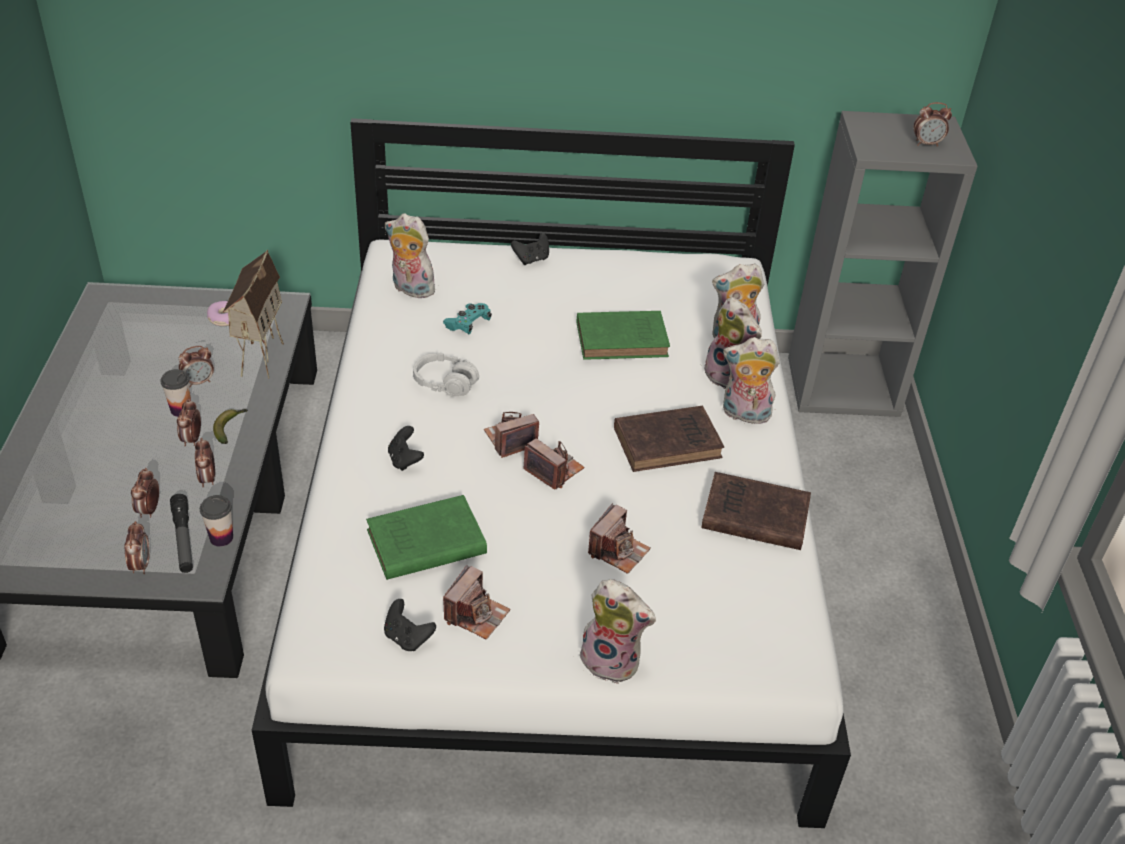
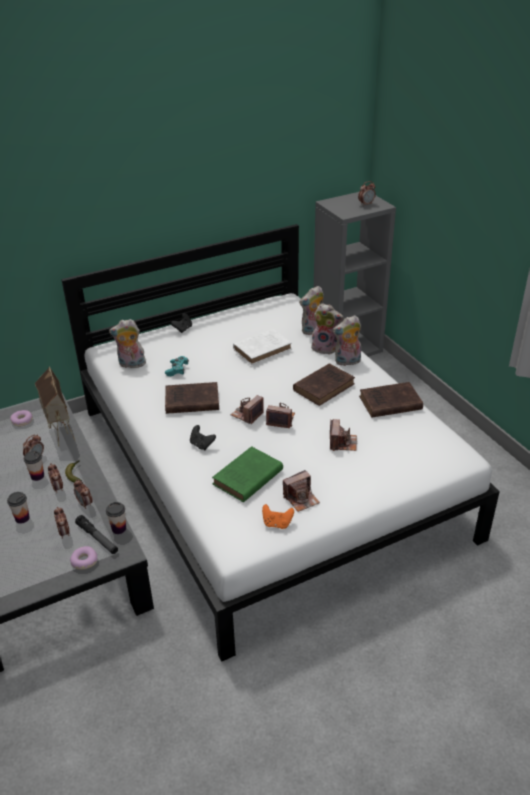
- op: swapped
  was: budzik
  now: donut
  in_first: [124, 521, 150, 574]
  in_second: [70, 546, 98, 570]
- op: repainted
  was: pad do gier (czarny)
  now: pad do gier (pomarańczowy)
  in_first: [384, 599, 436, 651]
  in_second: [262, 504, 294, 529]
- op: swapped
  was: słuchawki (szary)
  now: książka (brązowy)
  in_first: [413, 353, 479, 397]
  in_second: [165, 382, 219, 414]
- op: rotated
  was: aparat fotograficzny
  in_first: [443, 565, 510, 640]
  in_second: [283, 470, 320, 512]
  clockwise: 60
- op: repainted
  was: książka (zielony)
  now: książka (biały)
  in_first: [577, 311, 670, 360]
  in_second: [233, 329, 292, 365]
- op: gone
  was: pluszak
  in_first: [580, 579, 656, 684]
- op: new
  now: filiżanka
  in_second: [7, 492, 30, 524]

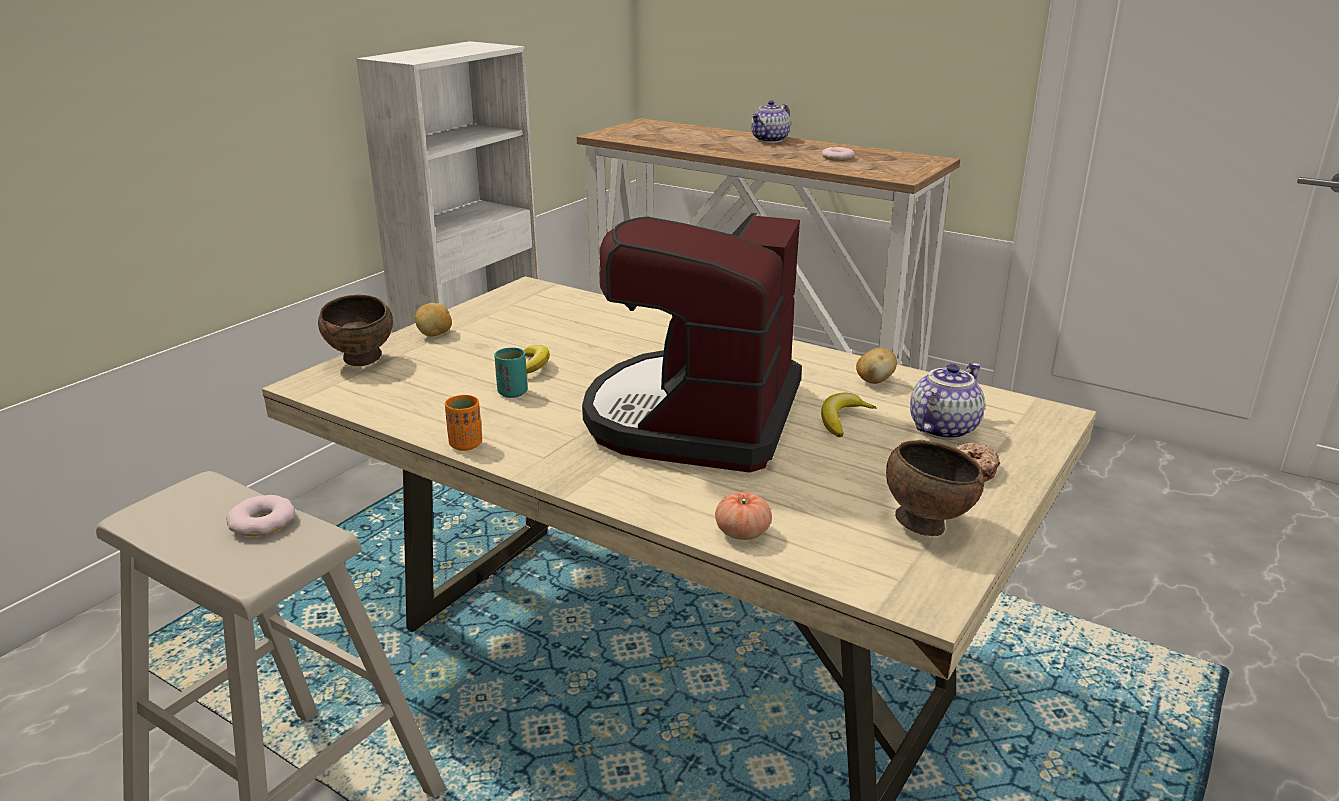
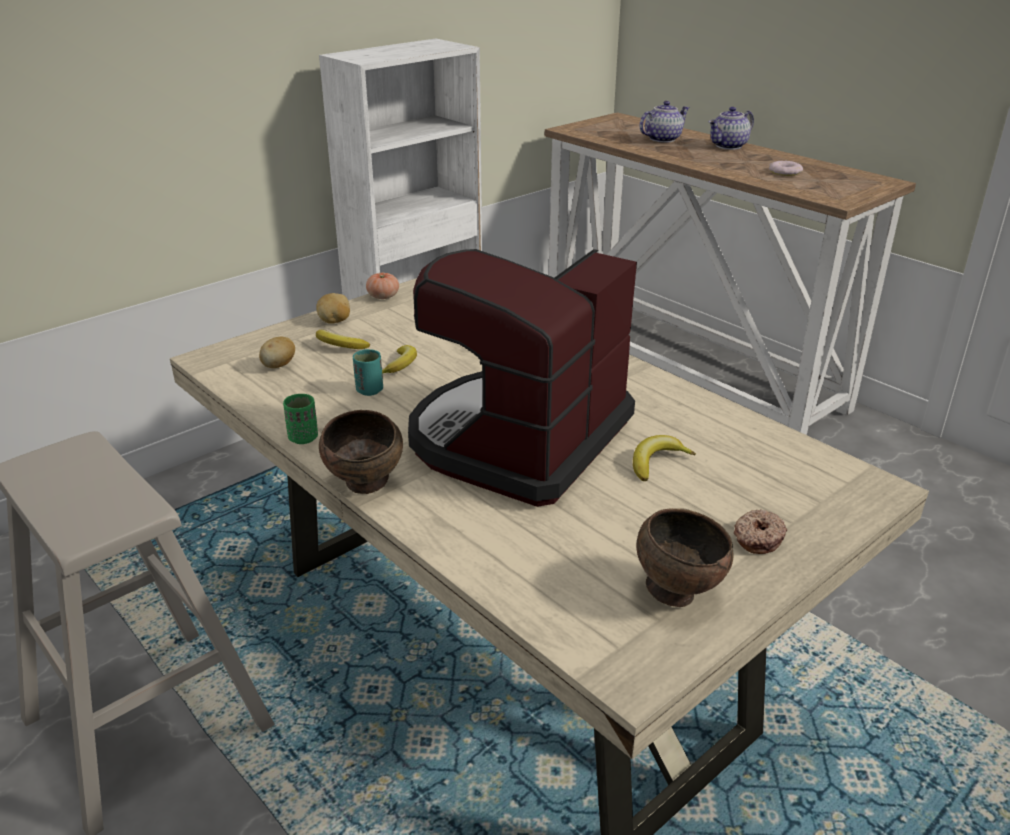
- op: gone
  was: donut
  in_first: [226, 495, 295, 536]
- op: shifted
  was: miska (brązowy)
  in_first: [318, 295, 393, 366]
  in_second: [319, 410, 403, 494]
- op: repainted
  was: filiżanka (pomarańczowy)
  now: filiżanka (zielony)
  in_first: [445, 395, 482, 451]
  in_second: [283, 394, 318, 444]
- op: shifted
  was: pomidor
  in_first: [715, 492, 772, 540]
  in_second: [366, 273, 399, 299]
- op: shifted
  was: ziemniak
  in_first: [856, 348, 897, 384]
  in_second: [259, 337, 295, 368]
- op: shifted
  was: imbryk
  in_first: [910, 363, 985, 439]
  in_second: [640, 101, 690, 143]
- op: new
  now: banan
  in_second: [316, 330, 370, 349]

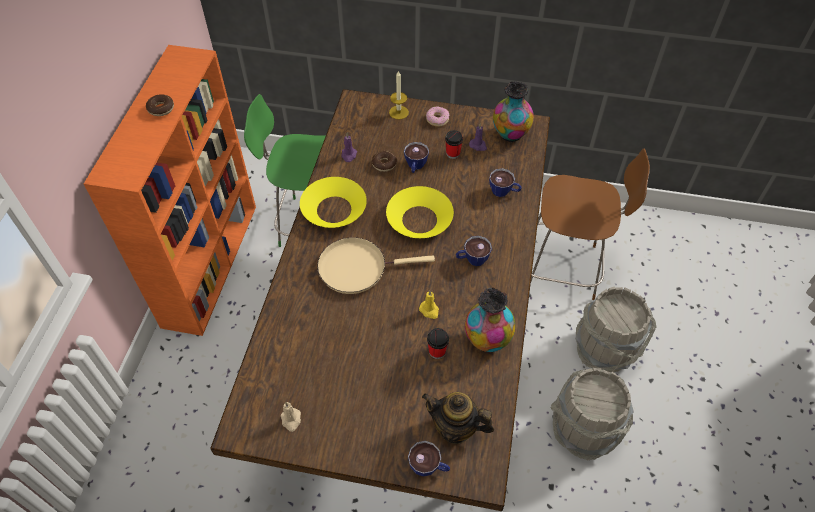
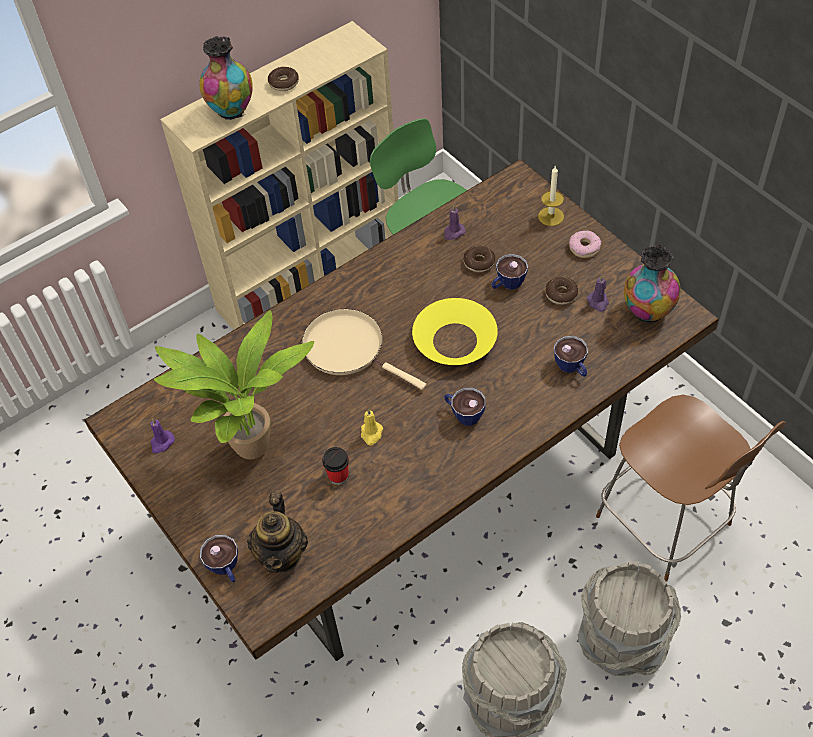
- op: repainted
  was: regał (pomarańczowy)
  now: regał (beżowy)
  in_first: [84, 45, 256, 336]
  in_second: [160, 21, 399, 330]
- op: repainted
  was: świeca (beżowy)
  now: świeca (fioletowy)
  in_first: [281, 402, 301, 432]
  in_second: [150, 418, 175, 453]
- op: gone
  was: miska (żółty)
  in_first: [300, 177, 367, 228]
- op: rotated
  was: imbryk
  in_first: [422, 392, 494, 444]
  in_second: [247, 492, 308, 573]
  clockwise: -150
- op: swapped
  was: filiżanka
  now: donut
  in_first: [445, 130, 463, 159]
  in_second: [545, 277, 578, 305]
- op: shifted
  was: wazon
  in_first: [465, 288, 515, 352]
  in_second: [199, 36, 253, 120]
- op: new
  now: roślina doniczkowa
  in_second: [154, 310, 314, 459]

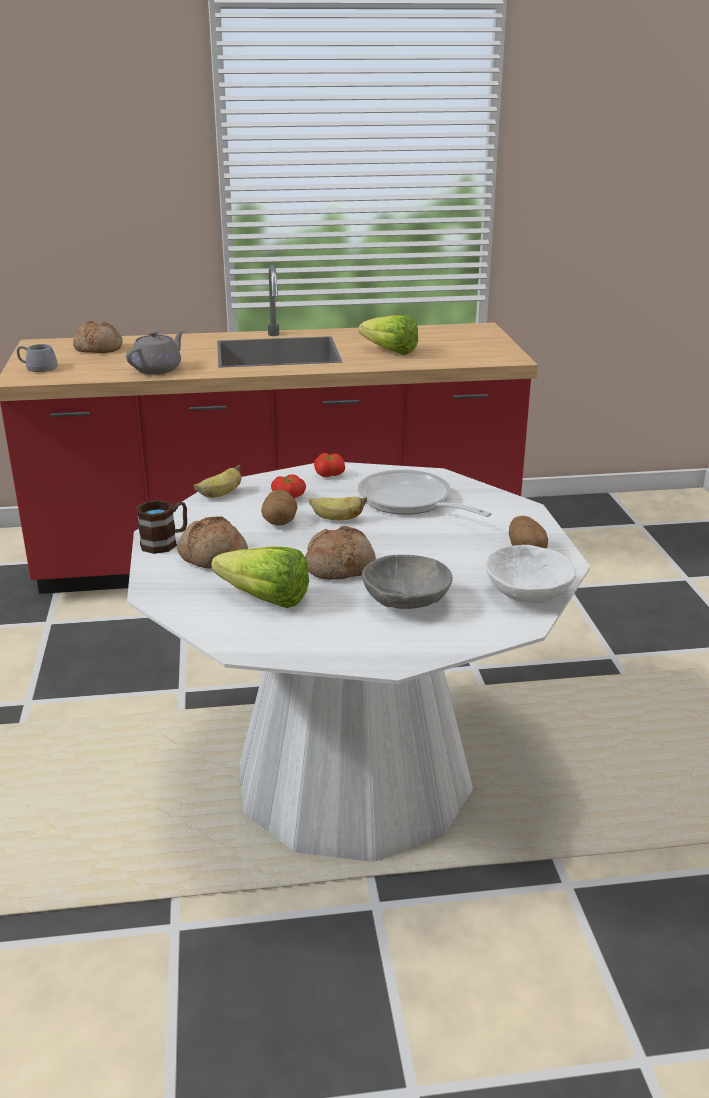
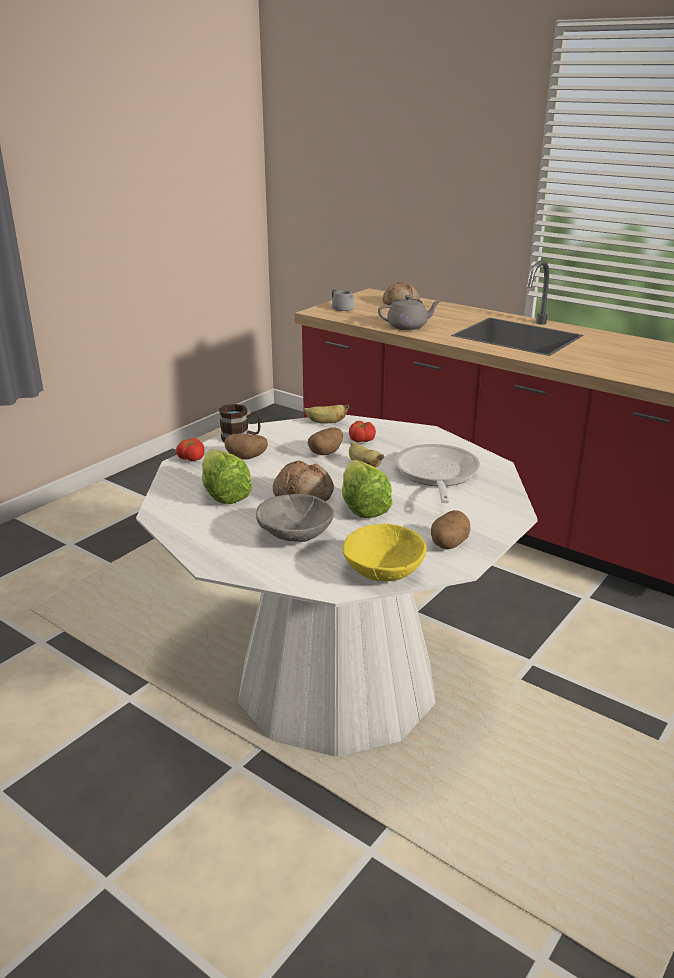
- op: swapped
  was: chleb
  now: ziemniak
  in_first: [177, 516, 248, 569]
  in_second: [224, 434, 268, 459]
- op: shifted
  was: pomidor
  in_first: [314, 453, 345, 477]
  in_second: [176, 438, 204, 461]
- op: shifted
  was: sałata
  in_first: [359, 315, 418, 355]
  in_second: [342, 460, 393, 518]
- op: repainted
  was: miska (biały)
  now: miska (żółty)
  in_first: [485, 545, 576, 603]
  in_second: [343, 524, 427, 581]

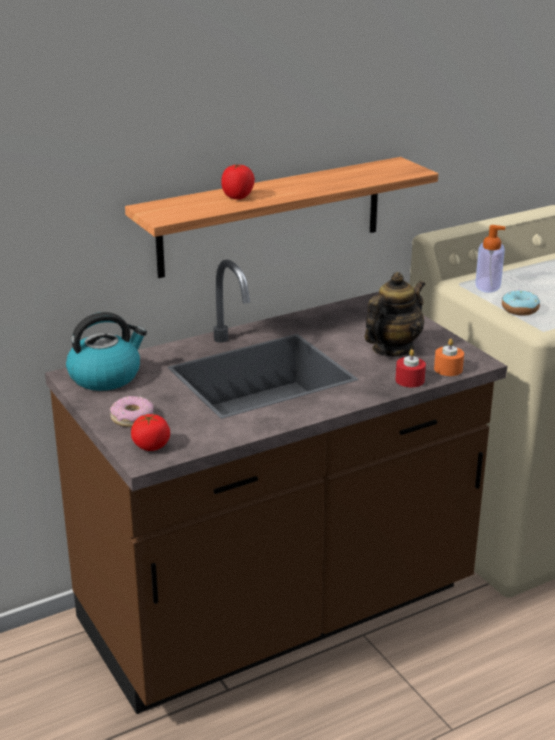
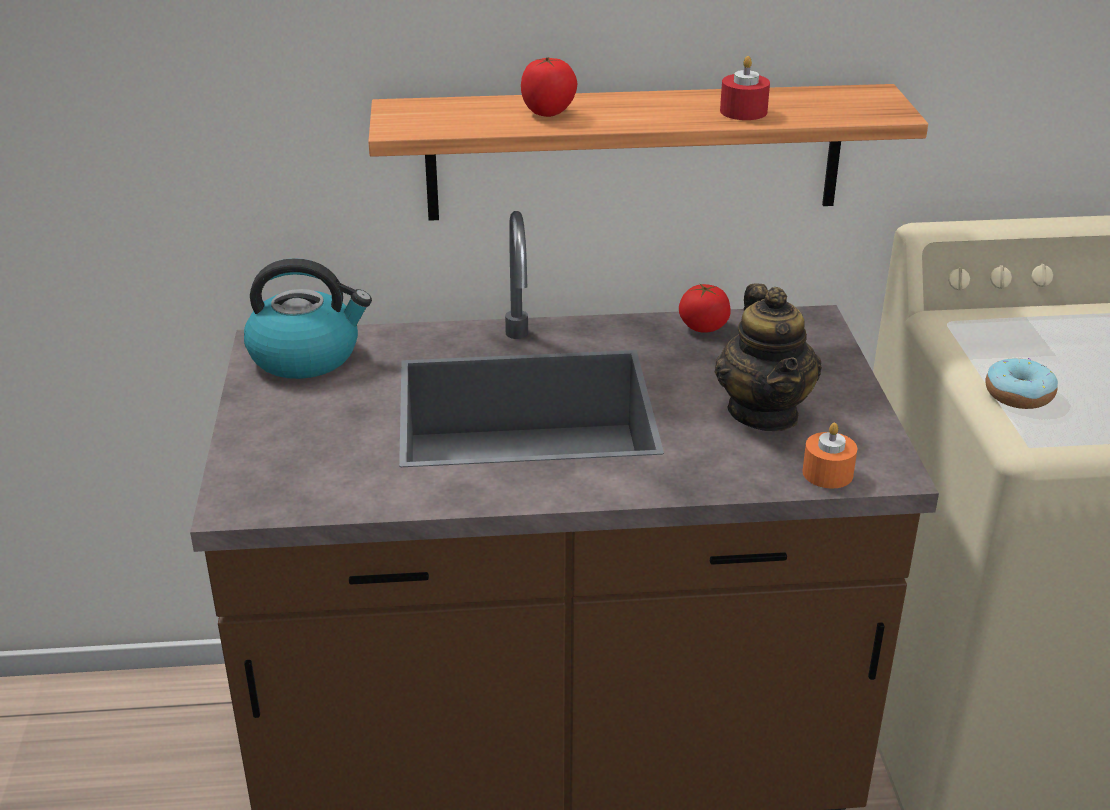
- op: gone
  was: donut
  in_first: [110, 396, 154, 427]
- op: shifted
  was: pomidor
  in_first: [131, 414, 170, 451]
  in_second: [679, 283, 730, 333]
- op: rotated
  was: imbryk
  in_first: [364, 272, 425, 356]
  in_second: [715, 284, 822, 431]
  clockwise: 105
- op: shifted
  was: świeca (czerwony)
  in_first: [395, 349, 426, 387]
  in_second: [720, 56, 770, 120]
- op: gone
  was: dozownik mydła
  in_first: [475, 225, 505, 293]

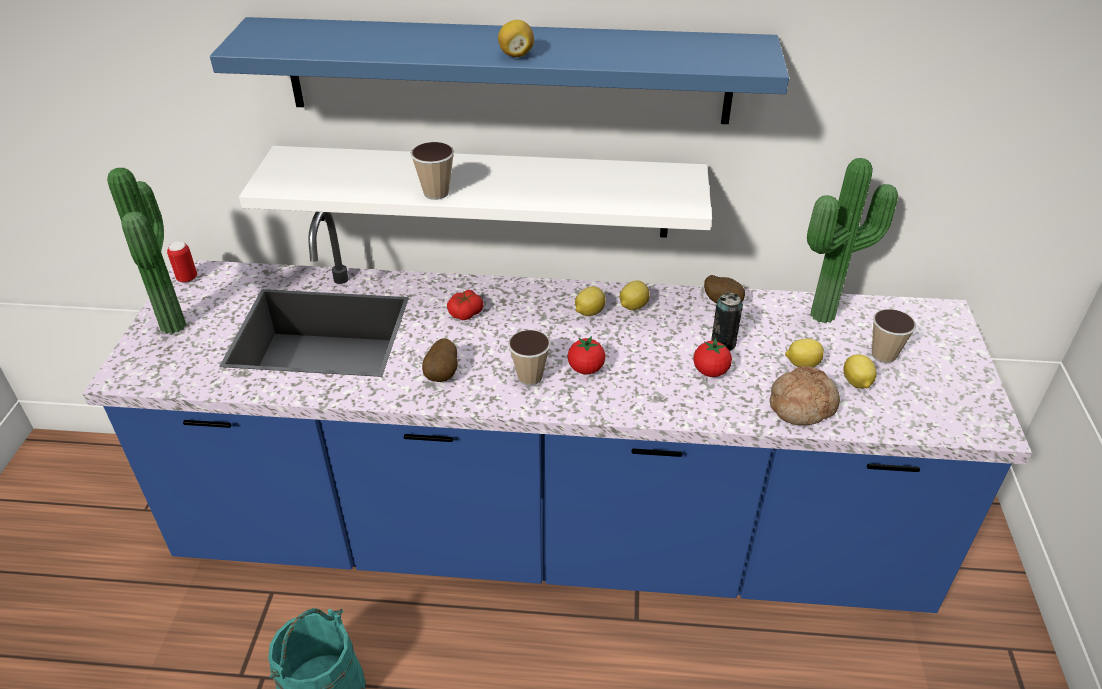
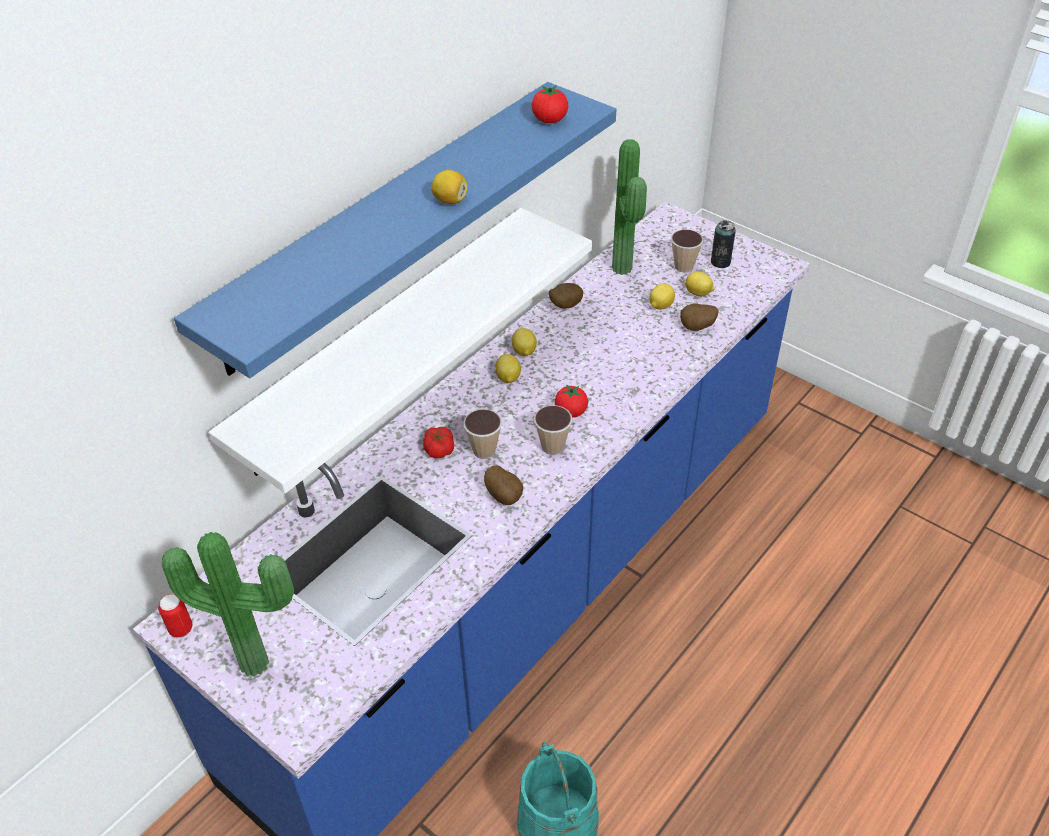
- op: shifted
  was: filiżanka
  in_first: [410, 142, 454, 200]
  in_second: [464, 409, 502, 459]
- op: shifted
  was: pomidor
  in_first: [693, 338, 732, 377]
  in_second: [532, 85, 568, 123]
- op: shifted
  was: puszka
  in_first: [711, 293, 743, 351]
  in_second: [711, 220, 736, 268]
- op: swapped
  was: chleb
  now: ziemniak
  in_first: [770, 366, 840, 425]
  in_second: [680, 303, 719, 331]

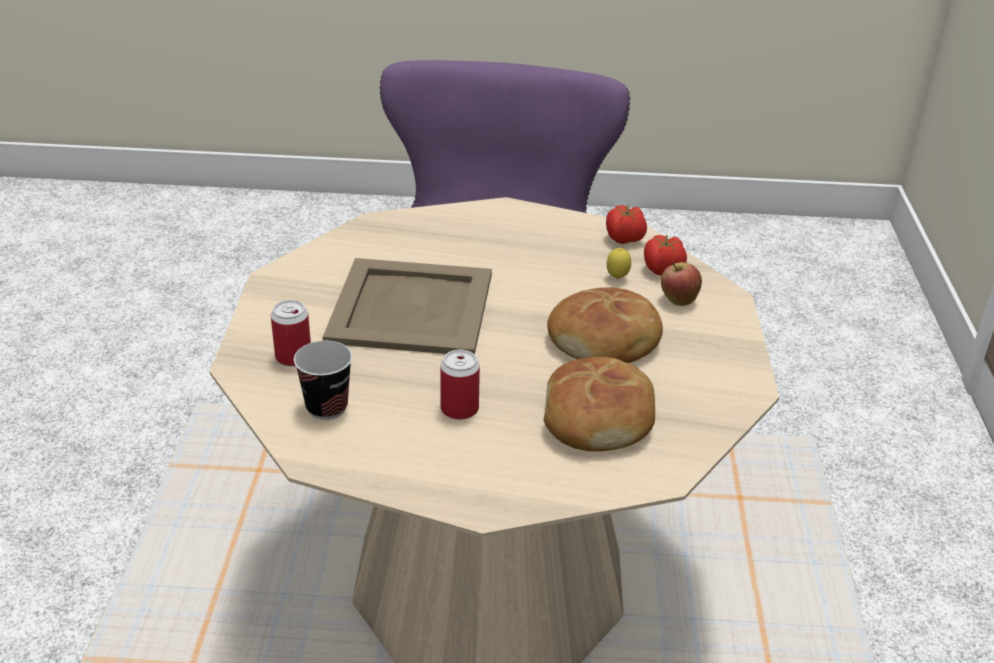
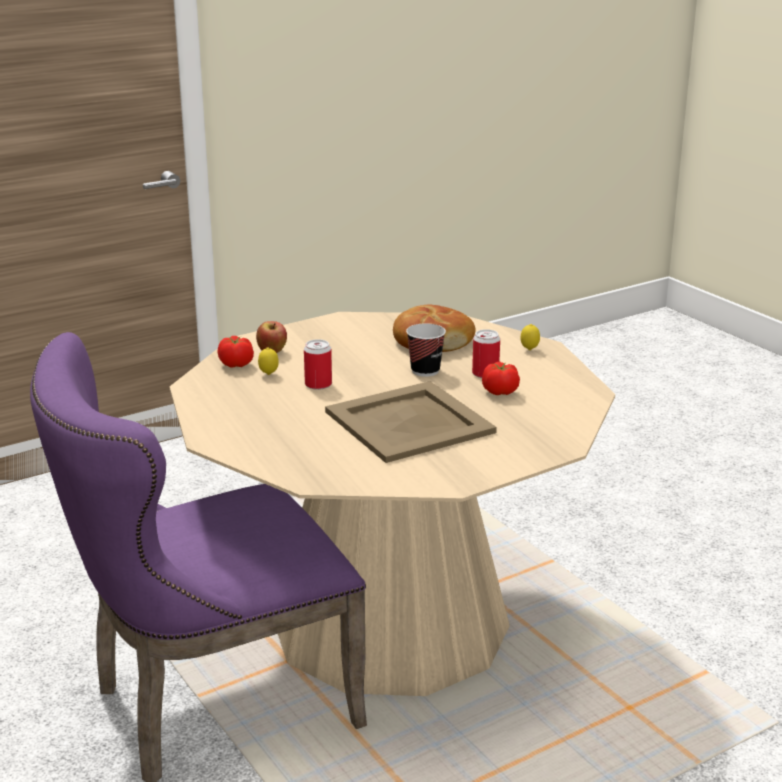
- op: shifted
  was: puszka
  in_first: [271, 300, 311, 366]
  in_second: [304, 339, 332, 390]
- op: shifted
  was: filiżanka
  in_first: [294, 341, 352, 420]
  in_second: [406, 323, 446, 377]
- op: gone
  was: chleb
  in_first: [547, 287, 663, 363]
- op: shifted
  was: pomidor
  in_first: [606, 205, 647, 244]
  in_second: [482, 362, 520, 395]
- op: new
  now: cytryna
  in_second: [520, 324, 540, 350]

